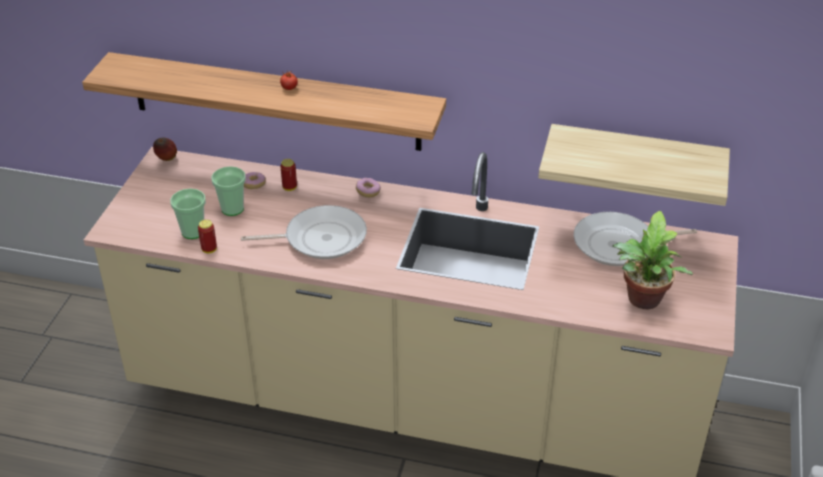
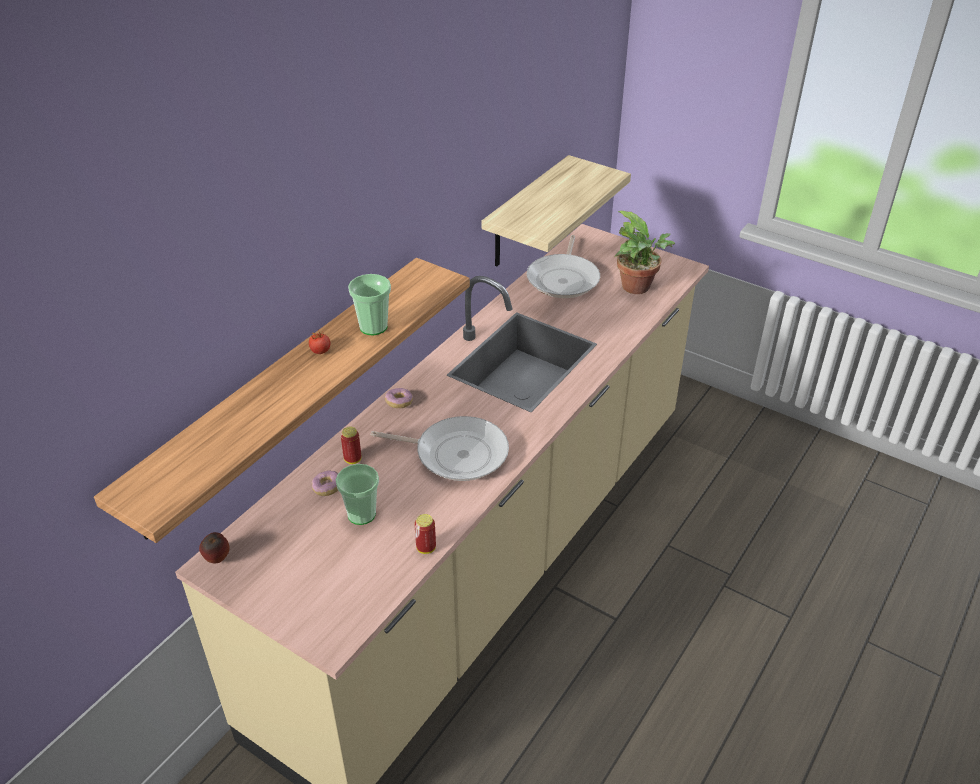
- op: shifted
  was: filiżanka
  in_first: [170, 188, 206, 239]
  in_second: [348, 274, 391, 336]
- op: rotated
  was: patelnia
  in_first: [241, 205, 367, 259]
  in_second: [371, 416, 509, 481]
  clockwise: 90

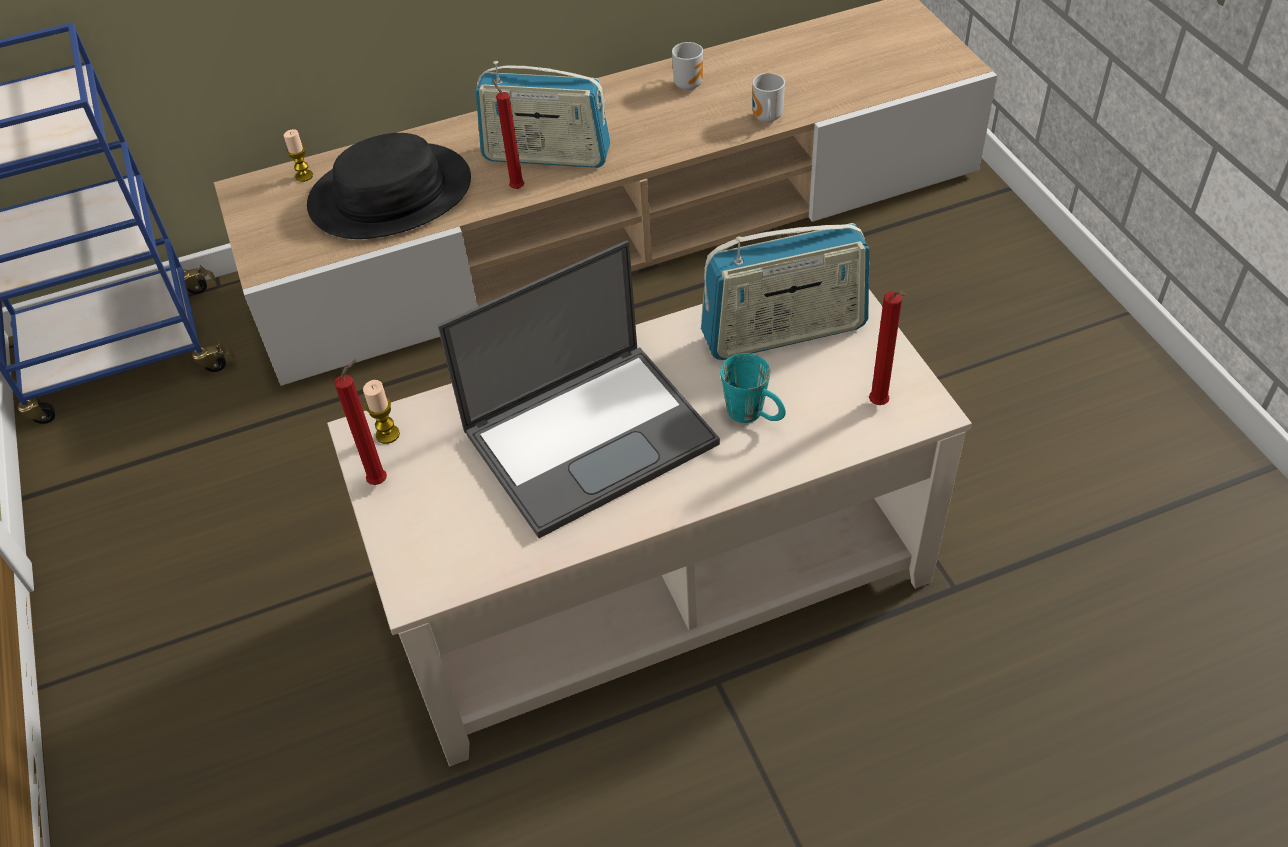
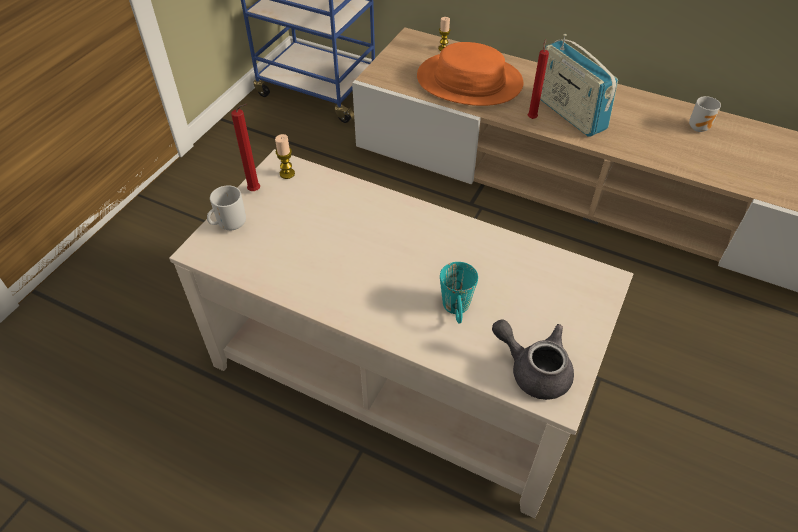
- op: repainted
  was: kapelusz (czarny)
  now: kapelusz (pomarańczowy)
  in_first: [307, 133, 471, 239]
  in_second: [417, 42, 523, 106]
- op: gone
  was: laptop
  in_first: [438, 240, 720, 538]
- op: gone
  was: radio
  in_first: [701, 223, 869, 360]
- op: shifted
  was: kubek
  in_first: [753, 73, 785, 123]
  in_second: [207, 185, 246, 230]
- op: swapped
  was: świeca (czerwony)
  now: imbryk (szary)
  in_first: [869, 291, 906, 405]
  in_second: [492, 320, 574, 400]

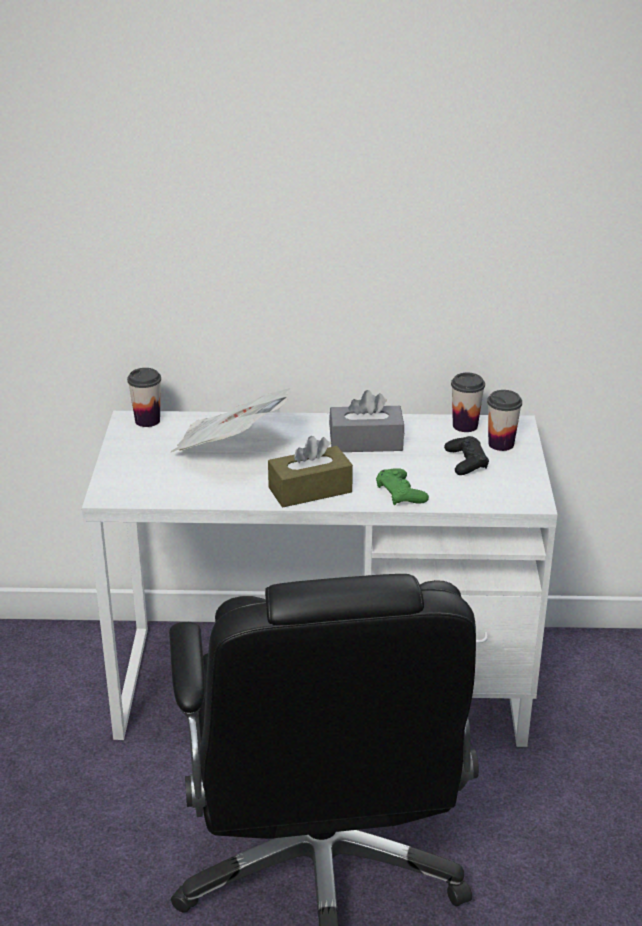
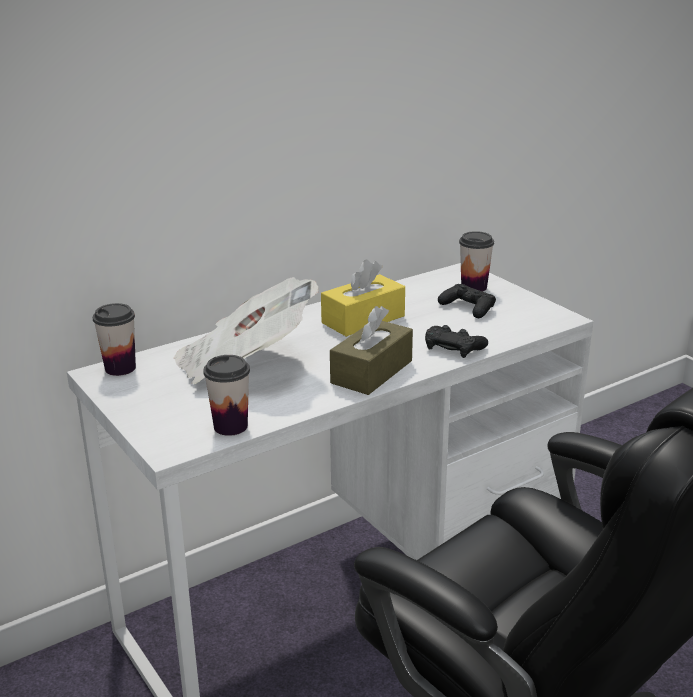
- op: repainted
  was: pudełko chusteczek (szary)
  now: pudełko chusteczek (żółty)
  in_first: [329, 390, 404, 452]
  in_second: [321, 259, 405, 337]
- op: repainted
  was: pad do gier (zielony)
  now: pad do gier (czarny)
  in_first: [376, 468, 429, 505]
  in_second: [425, 325, 488, 358]
- op: shifted
  was: filiżanka
  in_first: [451, 373, 485, 432]
  in_second: [203, 355, 250, 436]

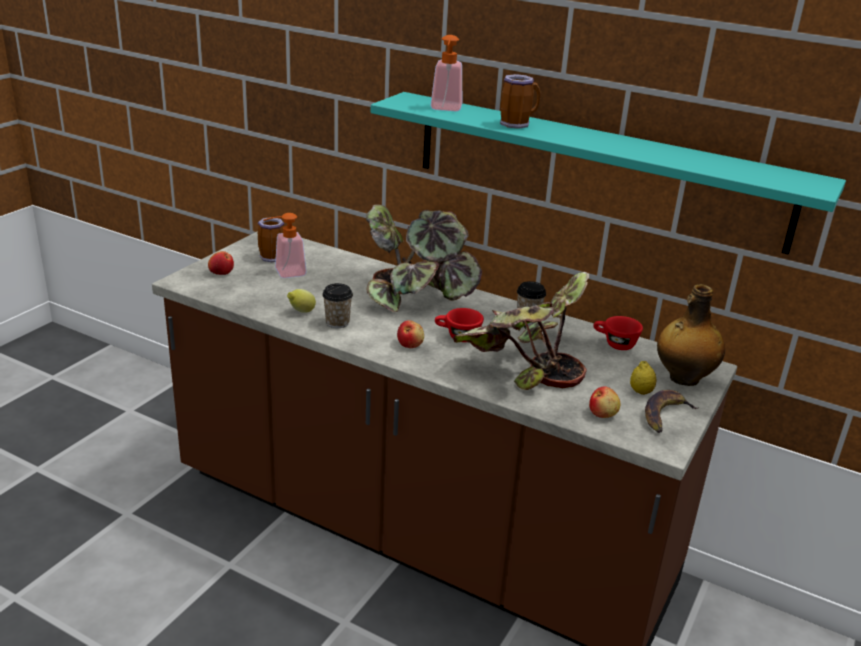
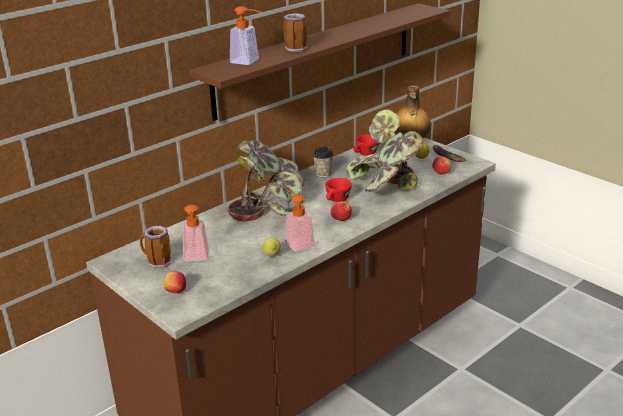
- op: swapped
  was: filiżanka
  now: dozownik mydła
  in_first: [322, 283, 353, 328]
  in_second: [285, 190, 315, 252]
- op: repainted
  was: półka (turkusowy)
  now: półka (brązowy)
  in_first: [371, 92, 846, 255]
  in_second: [189, 3, 450, 121]

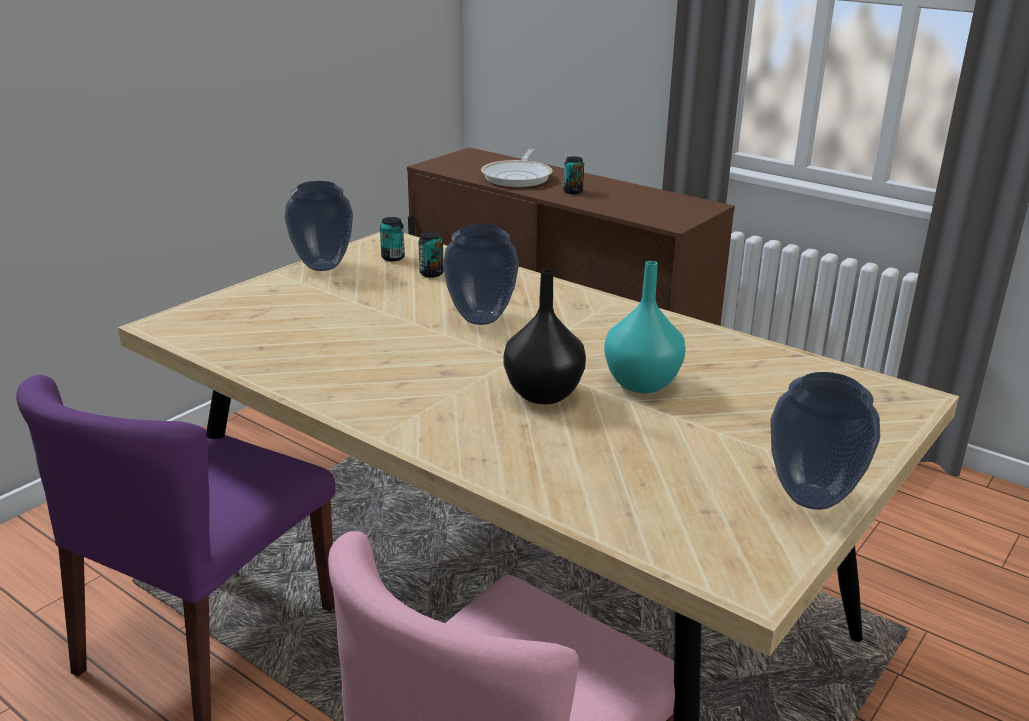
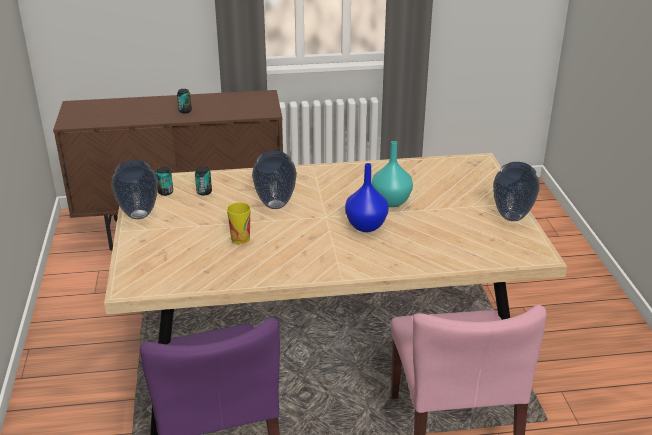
- op: gone
  was: patelnia
  in_first: [481, 149, 553, 187]
- op: repainted
  was: wazon (czarny)
  now: wazon (niebieski)
  in_first: [503, 269, 586, 404]
  in_second: [345, 163, 388, 232]
- op: new
  now: filiżanka
  in_second: [227, 202, 251, 244]

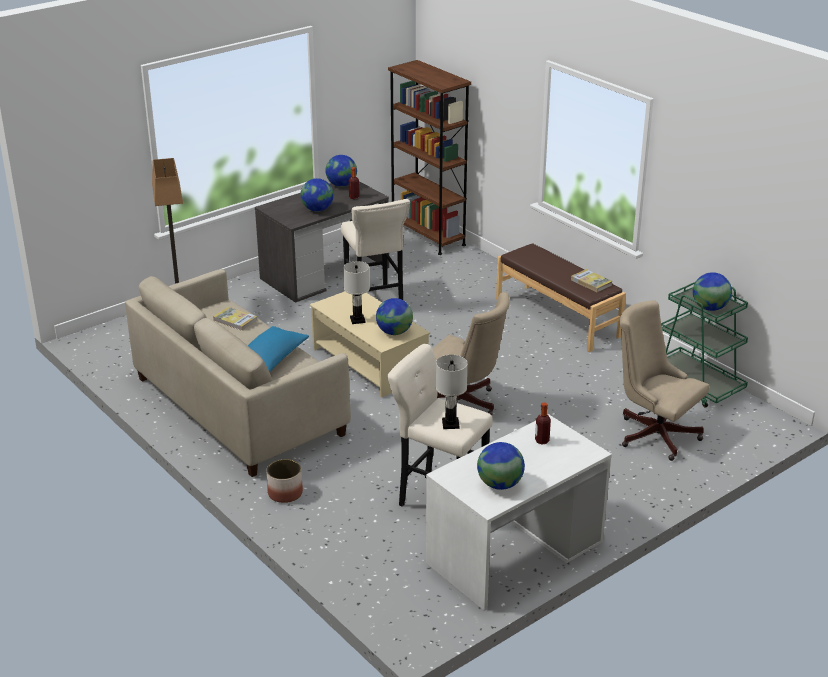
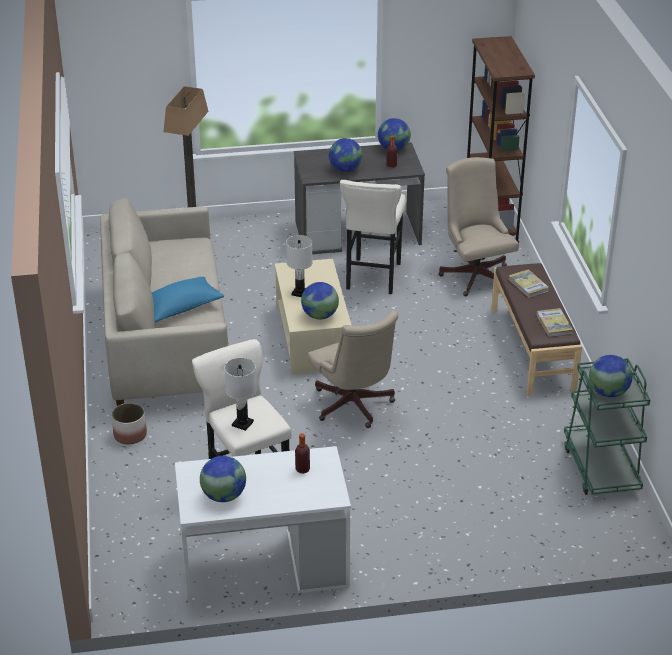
- op: shifted
  was: książka
  in_first: [213, 307, 257, 331]
  in_second: [508, 269, 549, 298]
- op: shifted
  was: krzesło biurowe (beżowy)
  in_first: [620, 300, 709, 461]
  in_second: [439, 157, 519, 296]

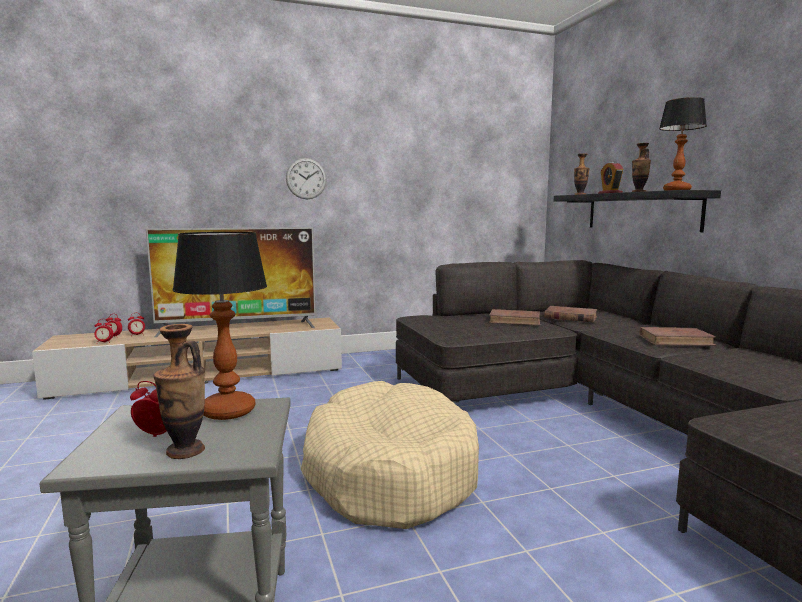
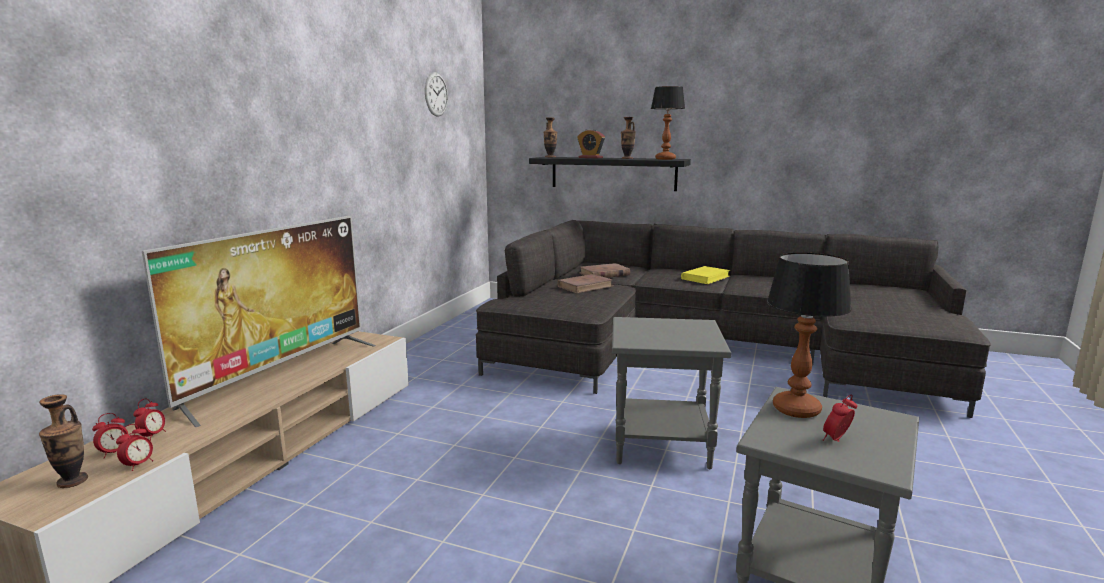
- op: shifted
  was: wazon
  in_first: [154, 324, 205, 459]
  in_second: [39, 394, 88, 488]
- op: shifted
  was: zegar ścienny
  in_first: [286, 158, 327, 199]
  in_second: [425, 72, 448, 117]
- op: swapped
  was: legowisko (beżowy)
  now: stolik (szary)
  in_first: [301, 381, 479, 529]
  in_second: [612, 317, 731, 469]
- op: repainted
  was: książka (brązowy)
  now: książka (żółty)
  in_first: [639, 327, 717, 346]
  in_second: [681, 266, 731, 284]

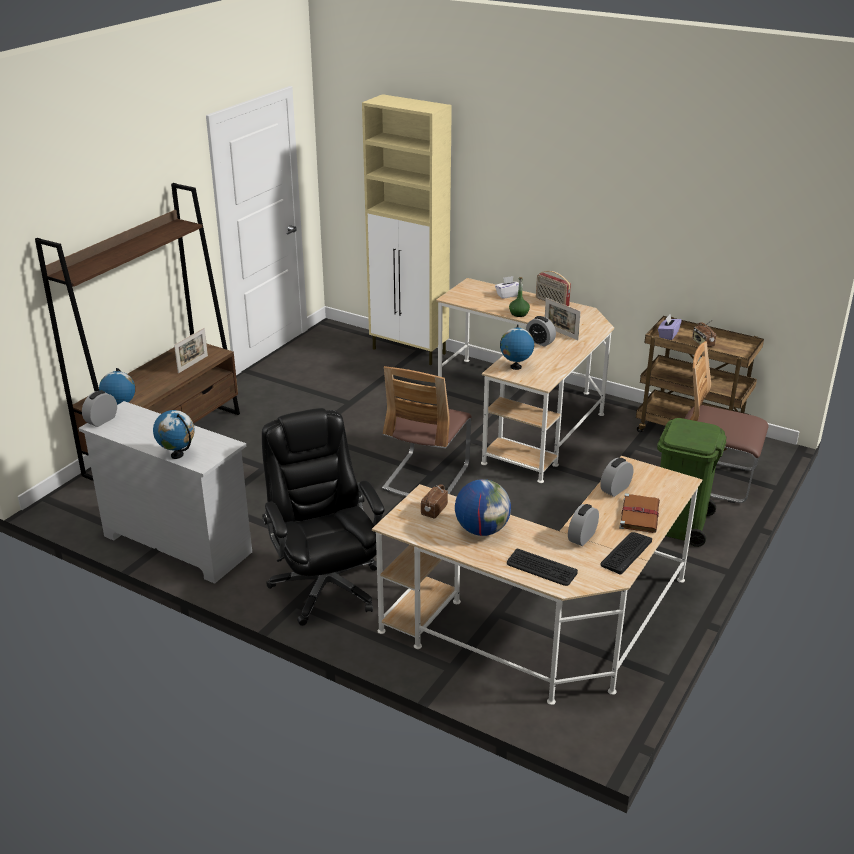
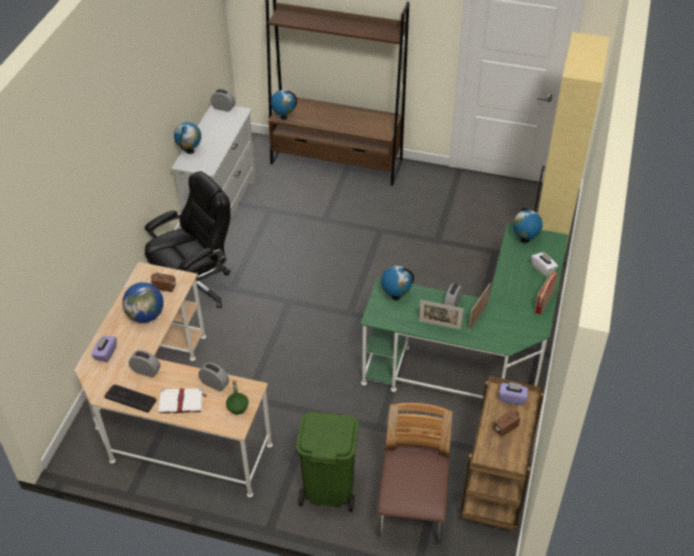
- op: shifted
  was: ramka na zdjęcie
  in_first: [174, 328, 208, 373]
  in_second: [419, 300, 463, 330]
- op: gone
  was: krzesło
  in_first: [382, 366, 472, 496]
- op: repainted
  was: biurko (beżowy)
  now: biurko (zielony)
  in_first: [436, 278, 614, 483]
  in_second: [360, 224, 568, 399]
- op: swapped
  was: klawiatura
  now: pudełko chusteczek (fioletowy)
  in_first: [507, 549, 578, 586]
  in_second: [91, 336, 117, 362]
- op: shifted
  was: butelka (zielony)
  in_first: [509, 277, 530, 317]
  in_second: [226, 380, 249, 415]
- op: repainted
  was: książka (brązowy)
  now: książka (biały)
  in_first: [619, 493, 660, 533]
  in_second: [158, 388, 206, 413]
- op: new
  now: globus
  in_second: [513, 208, 543, 243]

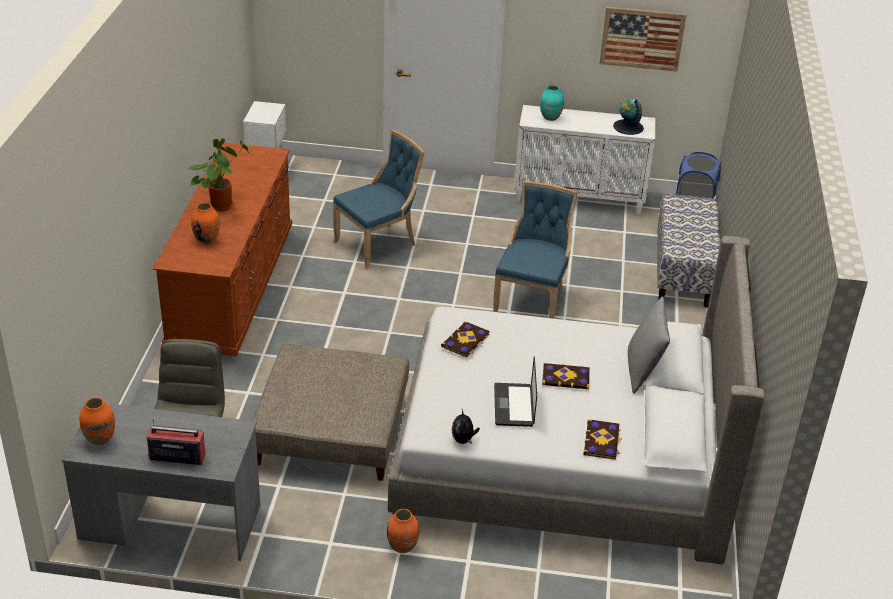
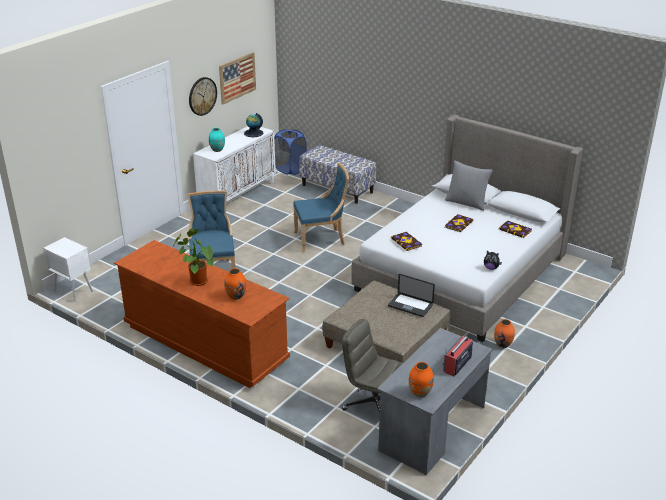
- op: rotated
  was: krzesło (niebieski)
  in_first: [493, 181, 578, 319]
  in_second: [293, 163, 349, 253]
  clockwise: 120
- op: shifted
  was: laptop
  in_first: [494, 357, 537, 427]
  in_second: [388, 274, 435, 317]
- op: new
  now: zegar ścienny
  in_second: [189, 77, 217, 116]

